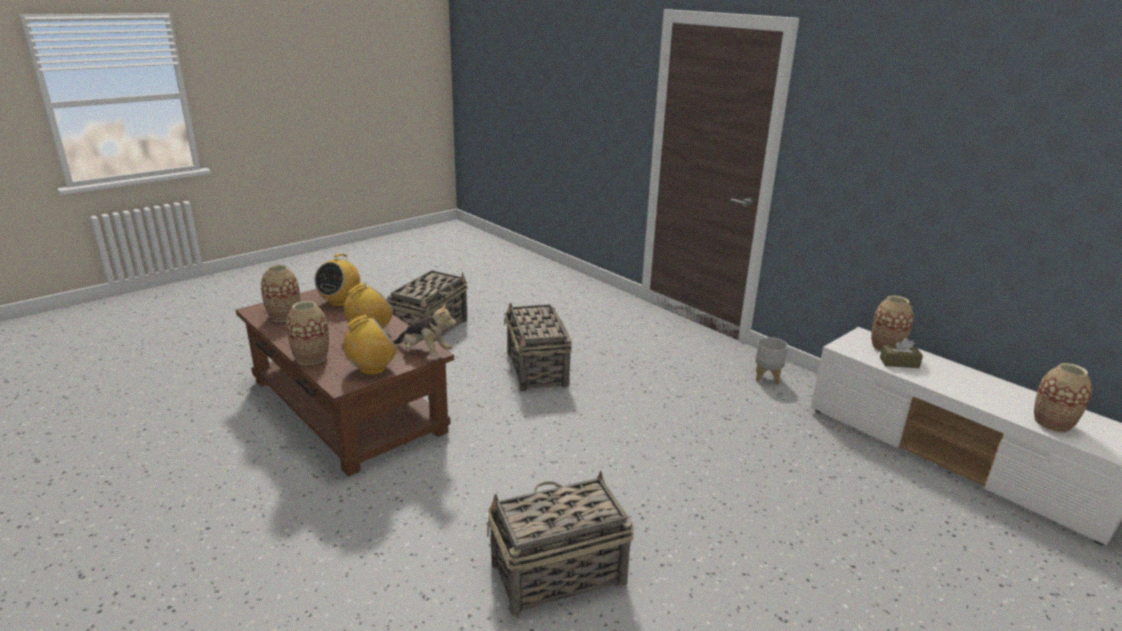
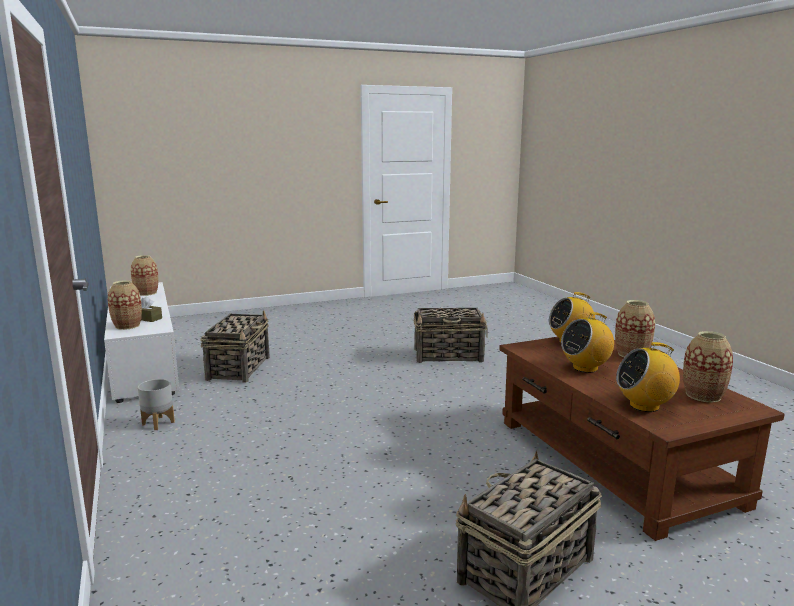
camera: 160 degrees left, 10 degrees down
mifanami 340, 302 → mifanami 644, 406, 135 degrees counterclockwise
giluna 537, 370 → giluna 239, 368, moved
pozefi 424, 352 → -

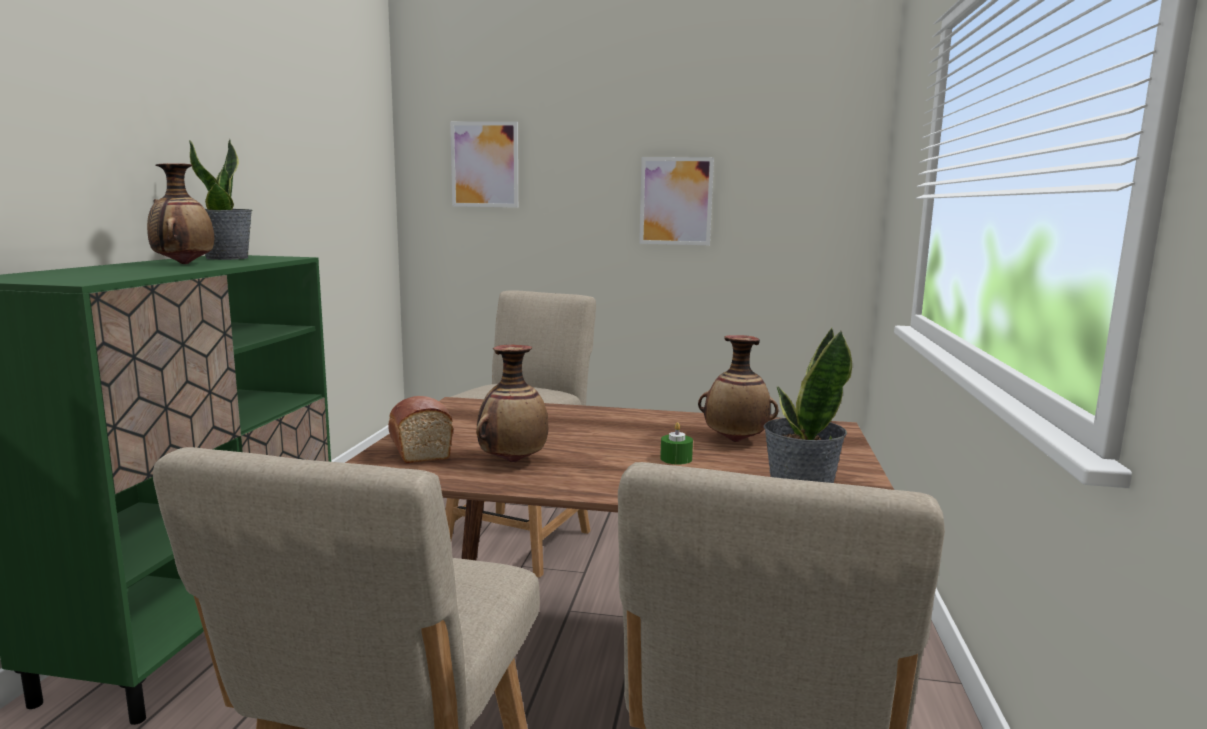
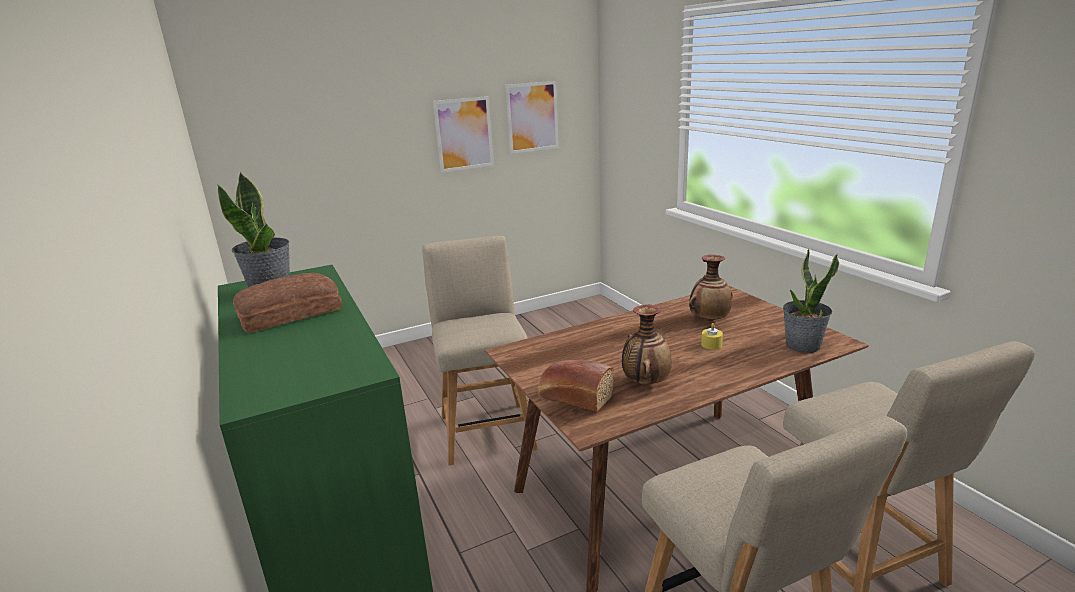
camera: 35 degrees left, 10 degrees up
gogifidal 484, 164 → gogifidal 532, 117, moved
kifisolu 183, 264 → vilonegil 289, 313
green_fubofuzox 676, 459 → yellow_fubofuzox 711, 344

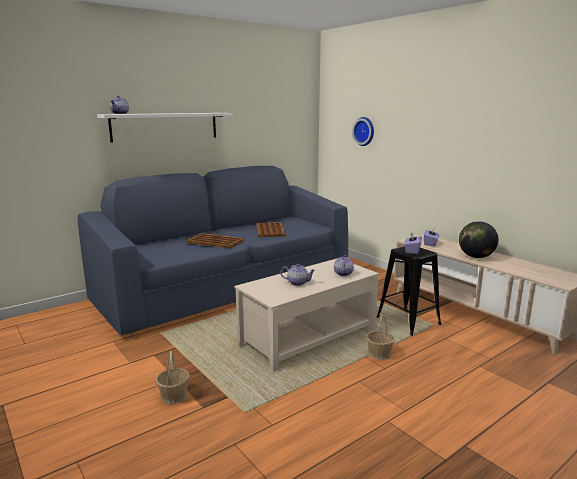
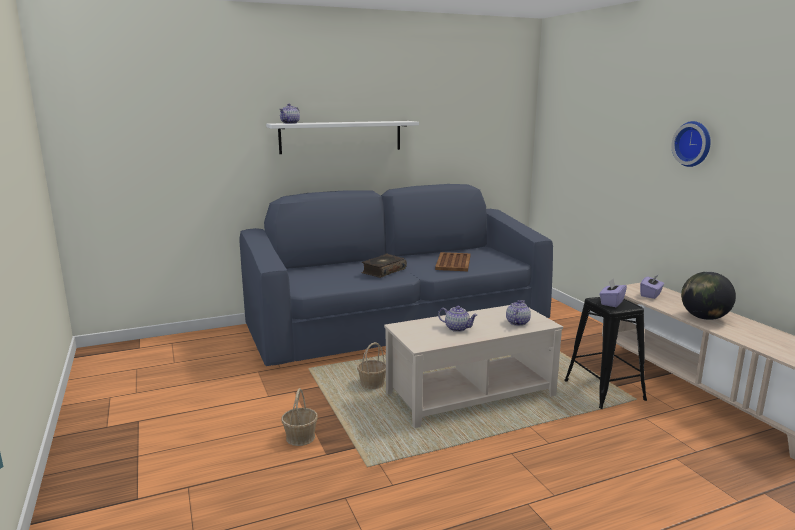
camera: 15 degrees right, 0 degrees up
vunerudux 365, 131 → vunerudux 694, 144, moved
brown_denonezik 215, 241 → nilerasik 383, 271
giluna 379, 354 → giluna 372, 384, moved

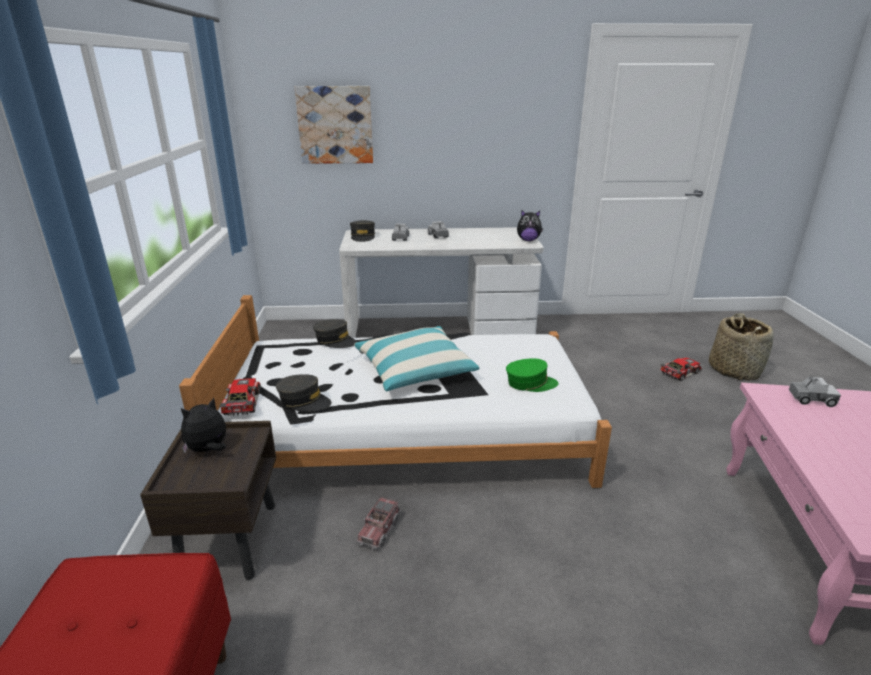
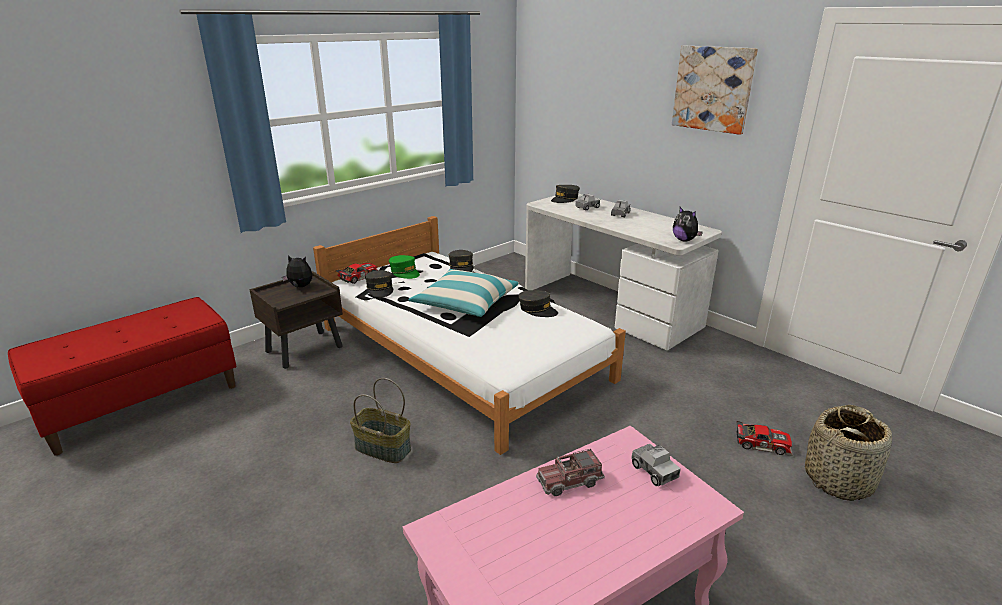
camera: 50 degrees right, 0 degrees up
gogifidal 335, 125 → gogifidal 713, 89, moved
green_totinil 530, 383 → green_totinil 404, 272, moved
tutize 379, 530 → tutize 569, 481, moved
- → grey_totinil 537, 310
- → giluna 382, 449

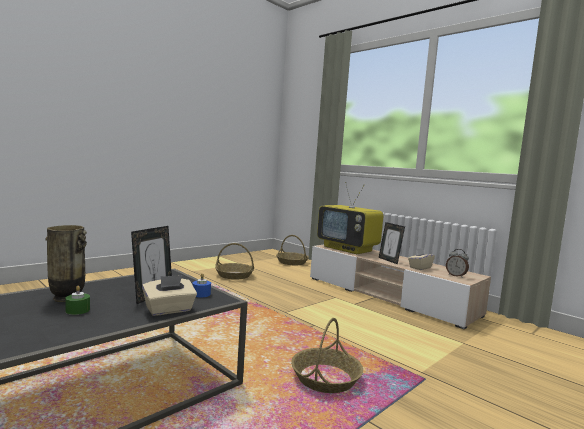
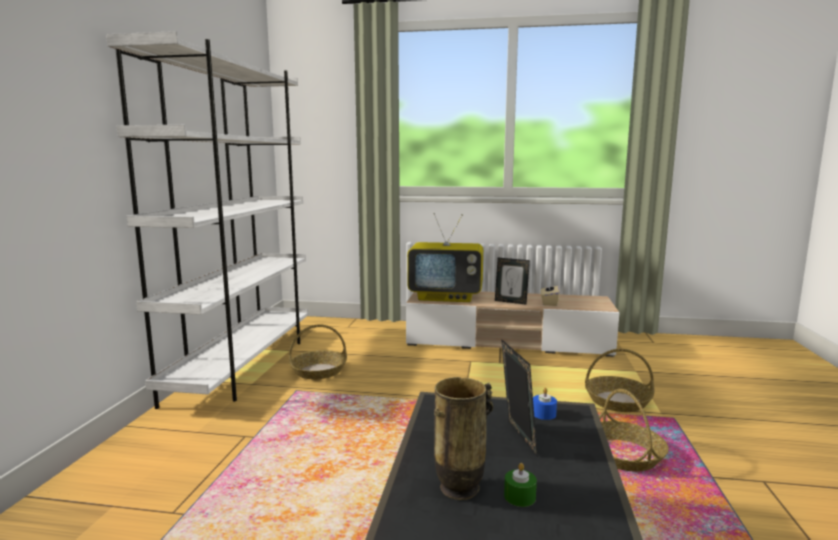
camera: 35 degrees left, 5 degrees up
giluna 291, 262 → giluna 617, 401, moved
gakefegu 456, 276 → -
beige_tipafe 169, 310 → -
- → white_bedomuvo 243, 366

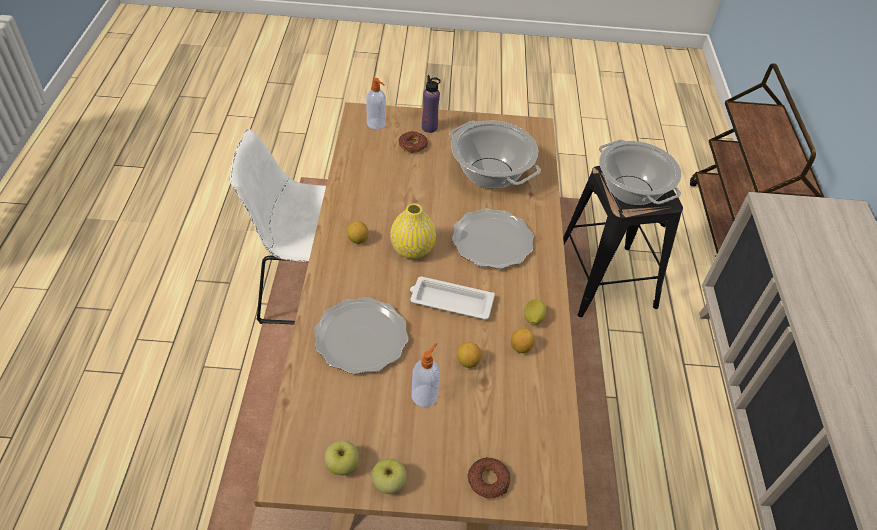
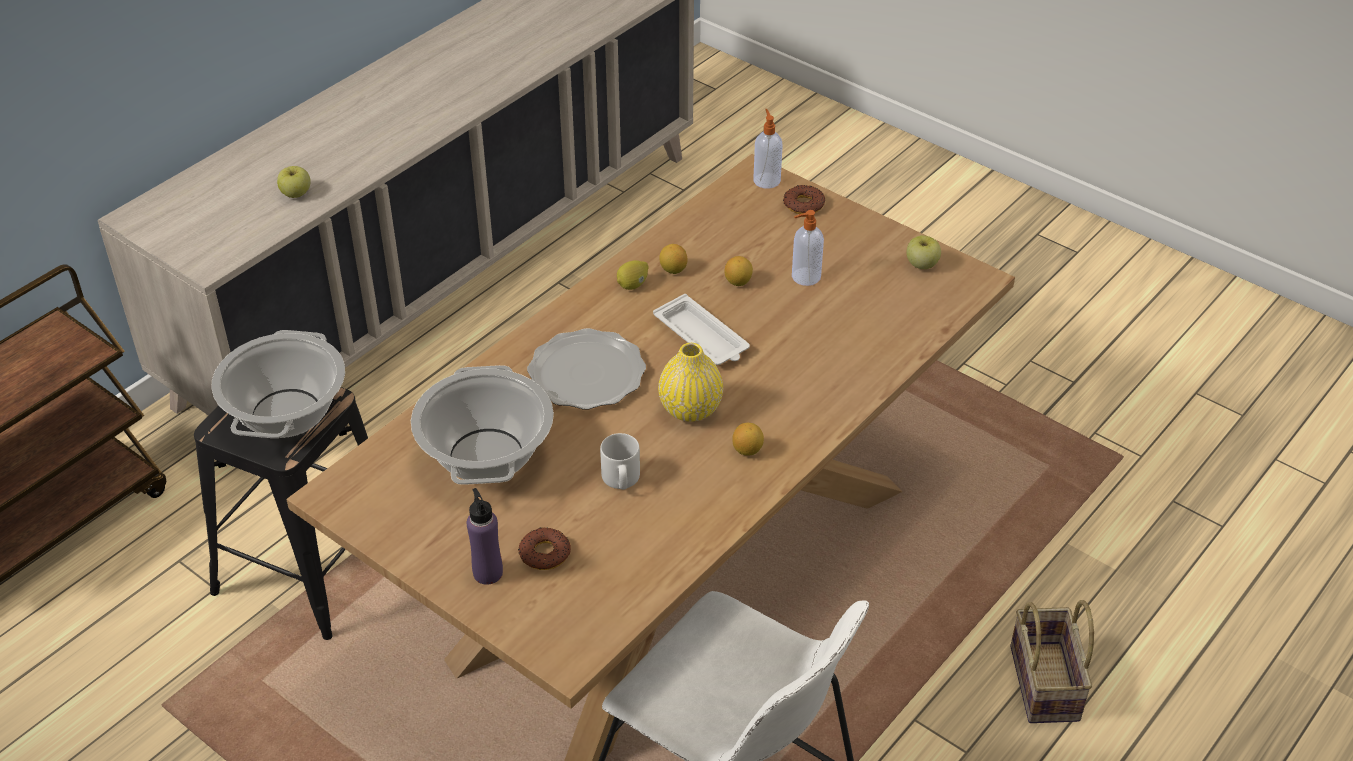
camera: 140 degrees left, 5 degrees down
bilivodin 377, 124 → bilivodin 766, 180, moved
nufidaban 361, 338 → -
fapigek 389, 483 → fapigek 296, 194, moved
- → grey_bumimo 621, 480
- → giluna 1047, 685

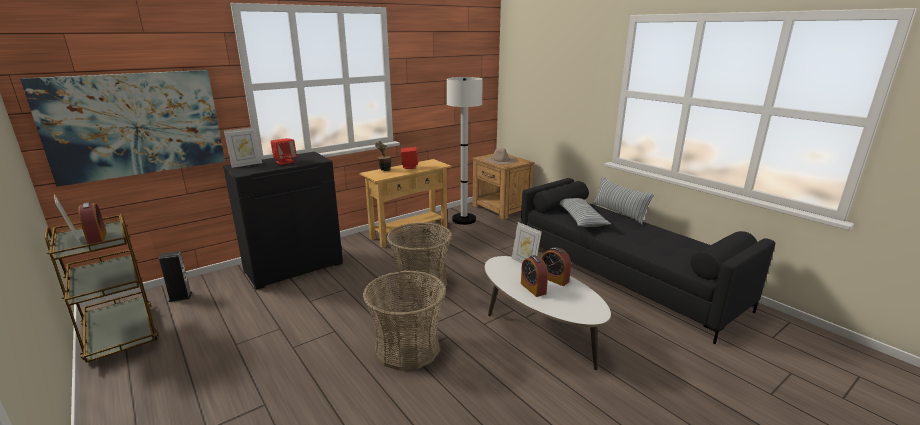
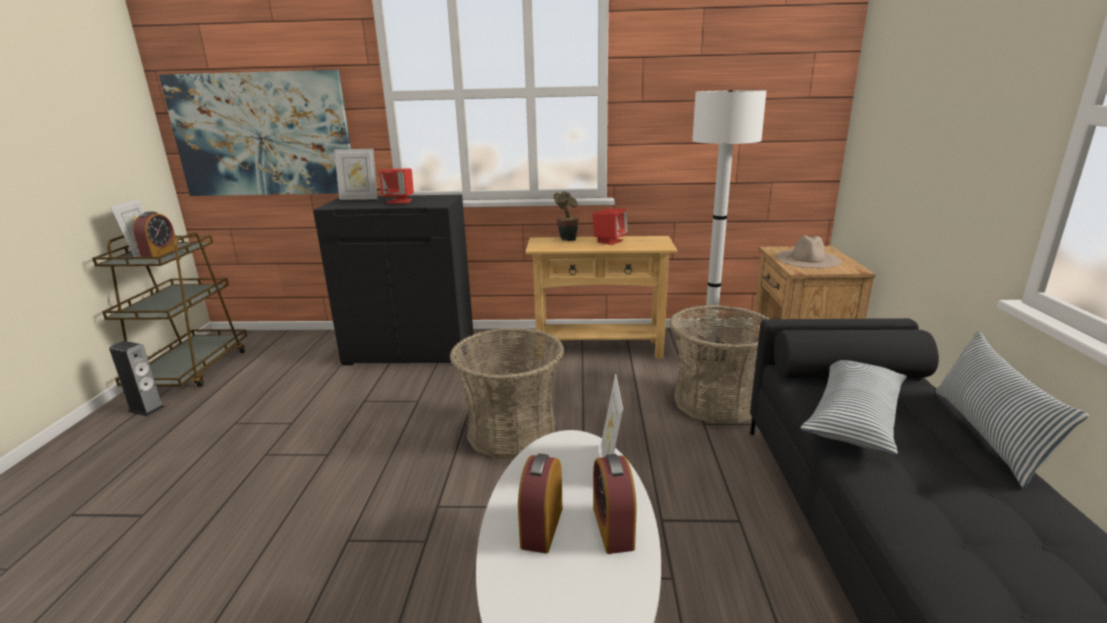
camera: 40 degrees right, 0 degrees up
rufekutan 180, 297 → rufekutan 146, 409, moved
giluna 407, 348 → giluna 715, 402, moved

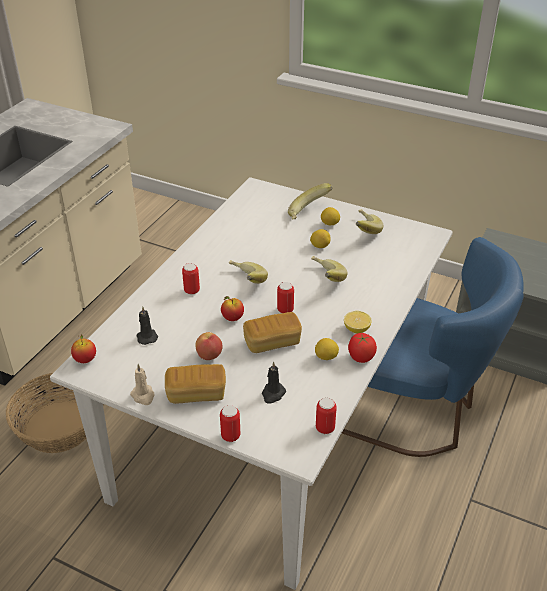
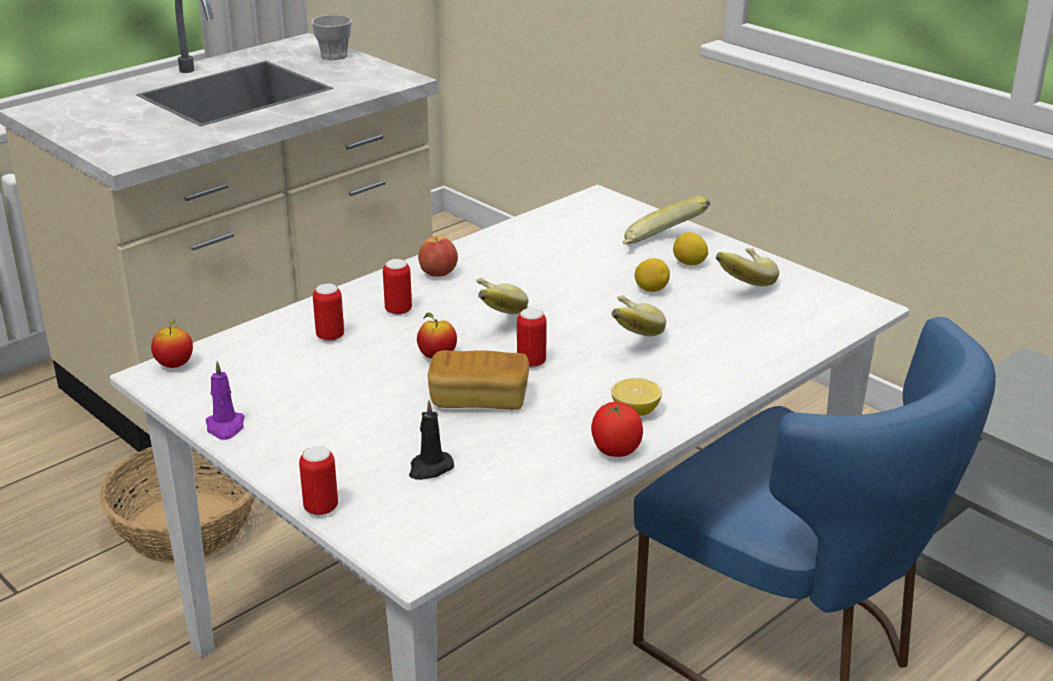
camera: 20 degrees right, 10 degrees down
black_fubofuzox 146, 337 → -
fapigek 209, 355 → fapigek 438, 274, moved
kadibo 326, 357 → -
beige_fubofuzox 143, 396 → purple_fubofuzox 225, 427
vilonegil 196, 393 → -
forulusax 325, 428 → forulusax 330, 336, moved
- → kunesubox 334, 55

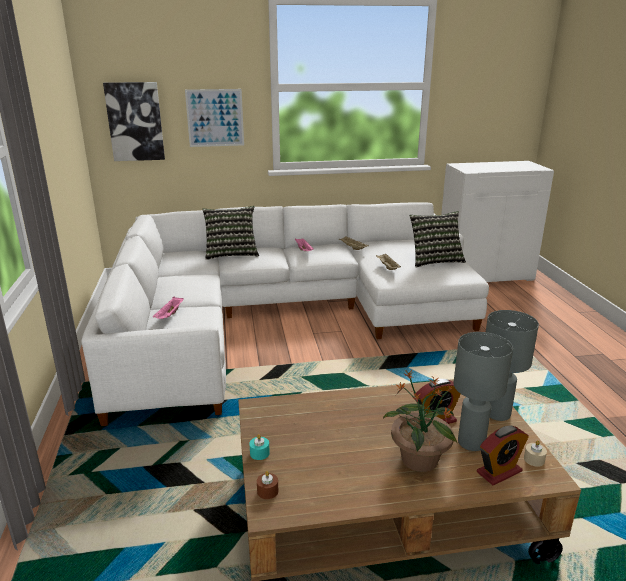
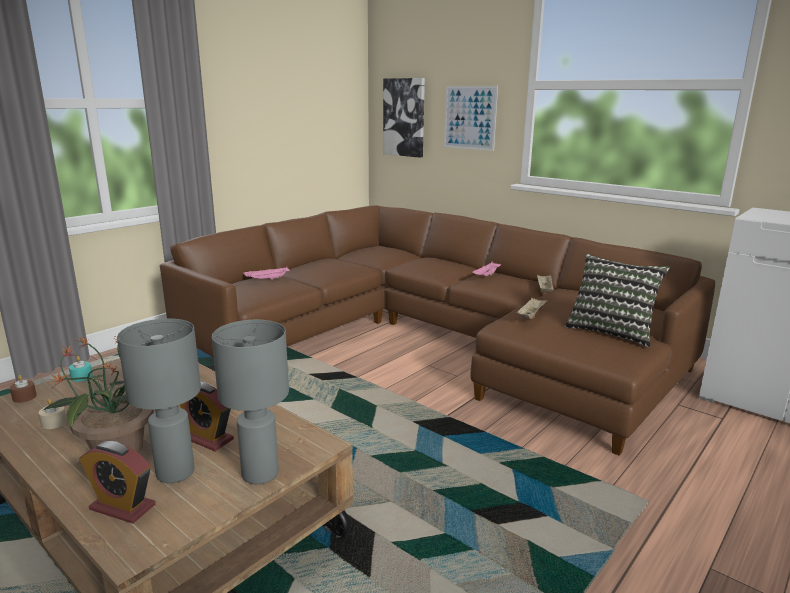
camera: 50 degrees right, 5 degrees down
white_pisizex 281, 316 → brown_pisizex 433, 340
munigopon 231, 253 → -
beige_fubofuzox 534, 459 → beige_fubofuzox 54, 423, moved

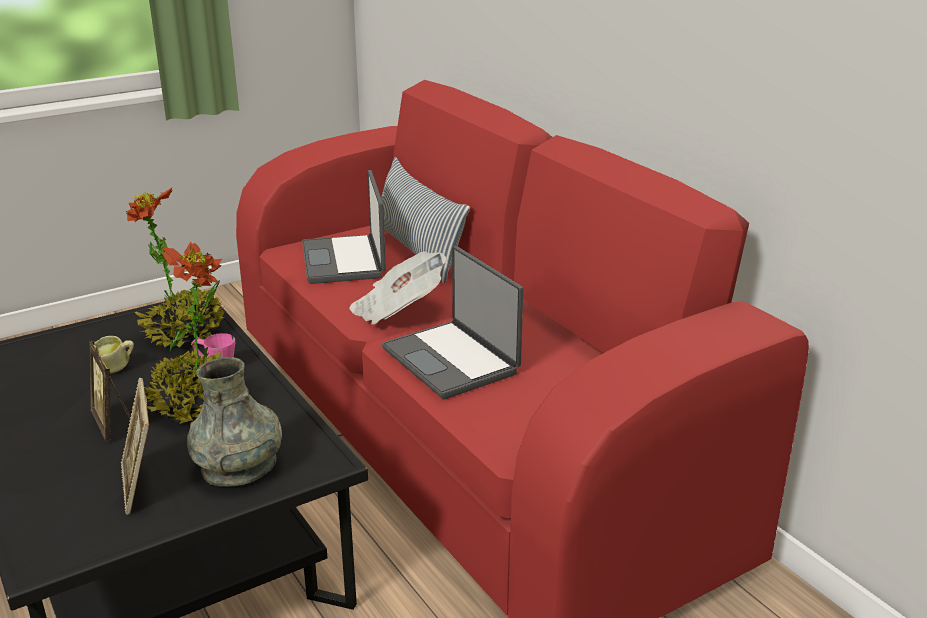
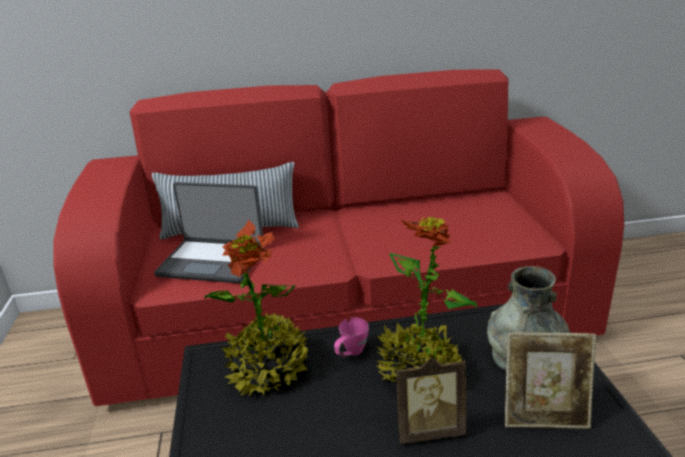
camera: 65 degrees left, 0 degrees up
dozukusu 452, 360 → -
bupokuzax 398, 310 → -
bumimo 116, 369 → -

